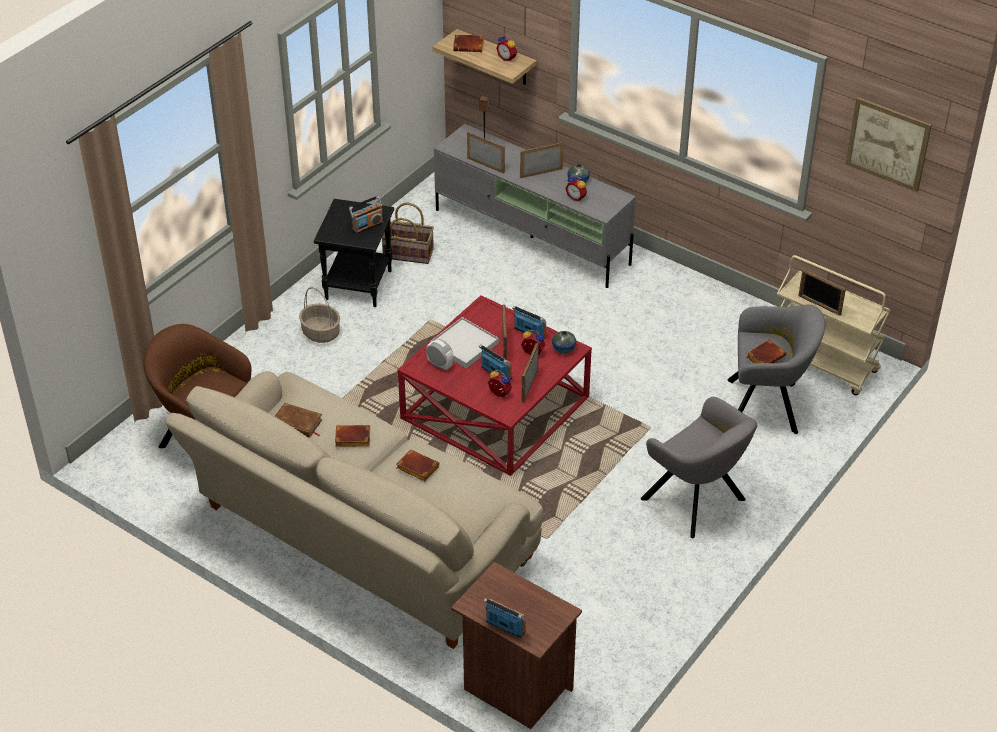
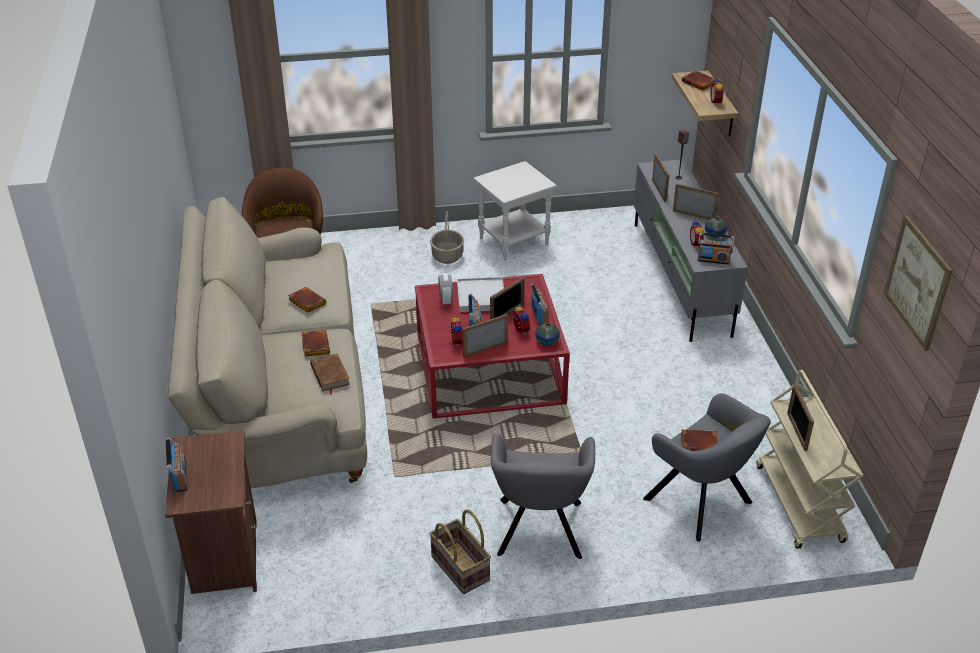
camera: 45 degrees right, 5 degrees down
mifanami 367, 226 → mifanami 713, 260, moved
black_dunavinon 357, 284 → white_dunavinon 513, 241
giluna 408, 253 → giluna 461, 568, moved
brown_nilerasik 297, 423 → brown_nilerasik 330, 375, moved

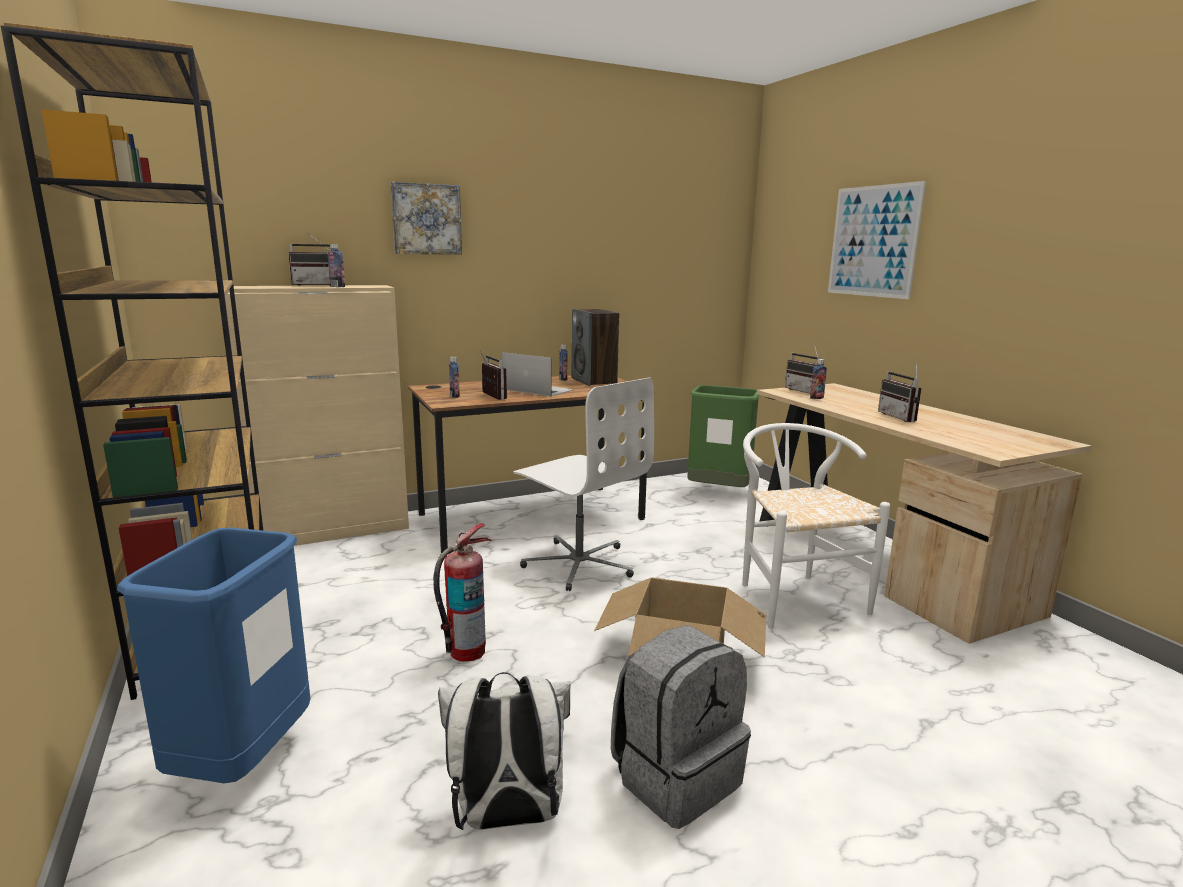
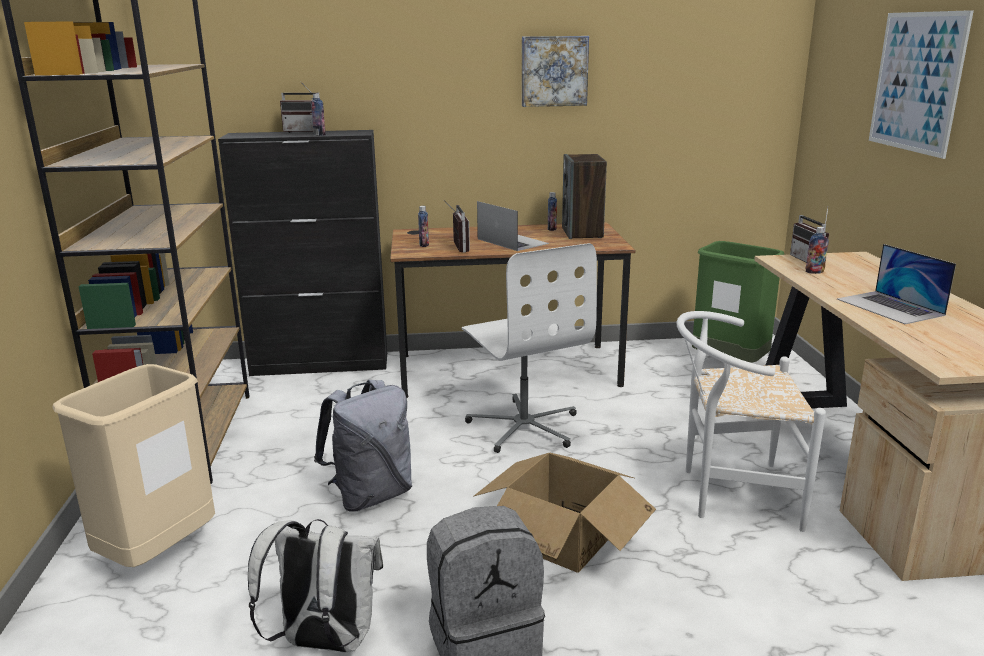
camera: 20 degrees right, 5 degrees up
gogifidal 426, 219 → gogifidal 554, 71, moved
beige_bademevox 334, 531 → black_bademevox 321, 364
mifanami 901, 417 → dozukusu 890, 307
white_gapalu 793, 596 → white_gapalu 730, 493, 90 degrees counterclockwise
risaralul 466, 651 → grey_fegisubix 371, 495
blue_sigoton 243, 762 → beige_sigoton 158, 554

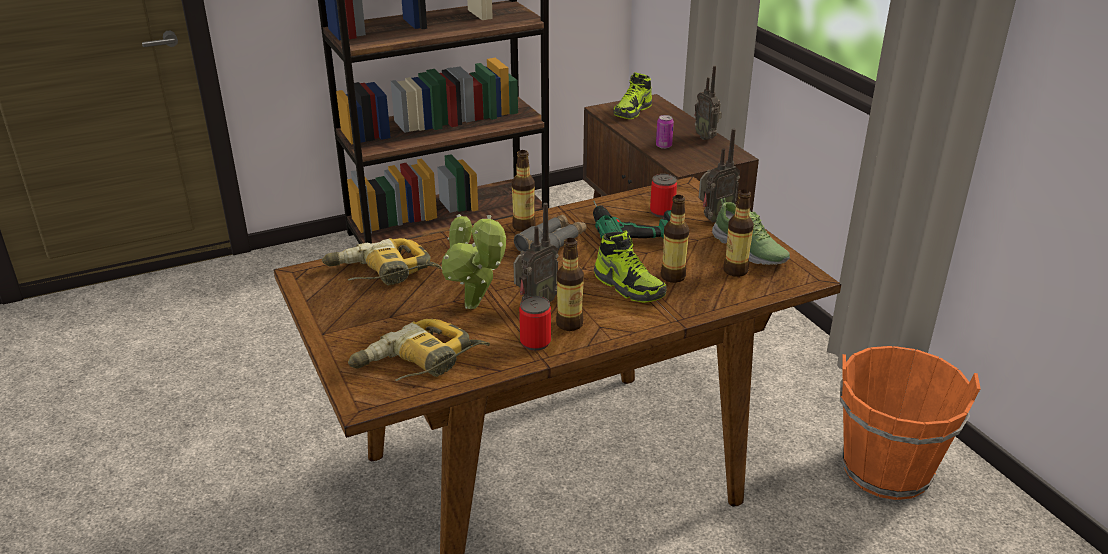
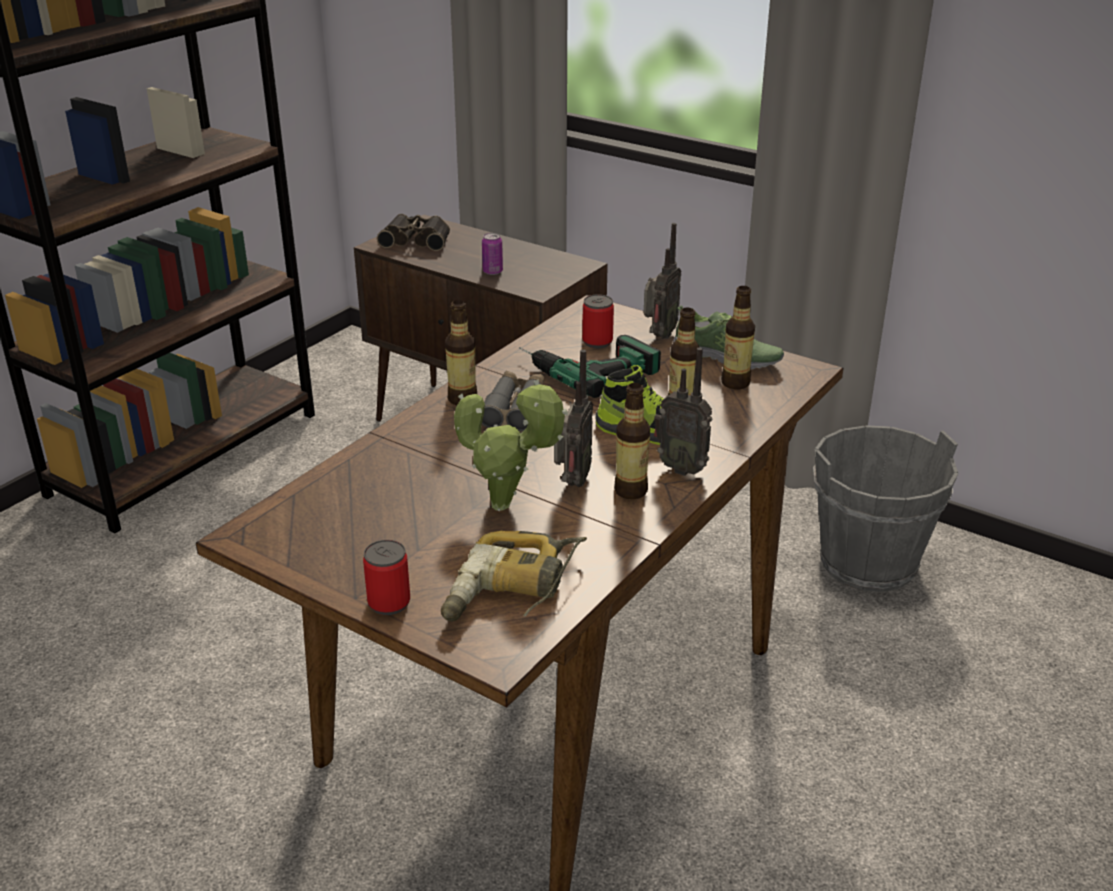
camera: 30 degrees left, 0 degrees up
mifanami 706, 137 → mifanami 682, 468, moved
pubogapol 632, 111 → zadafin 417, 240
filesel 381, 273 → -
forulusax 535, 342 → forulusax 389, 603, moved
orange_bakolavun 885, 470 → grey_bakolavun 868, 564

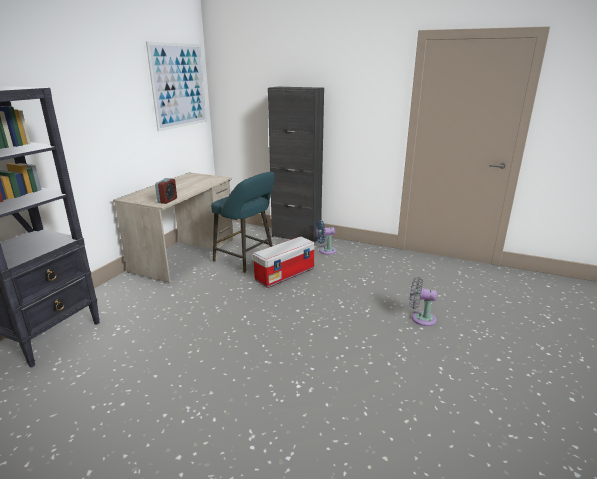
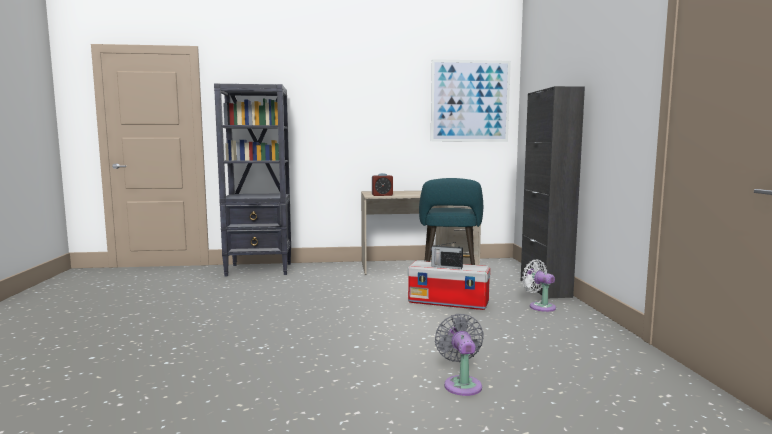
camera: 60 degrees right, 15 degrees down
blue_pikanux 325, 250 → white_pikanux 540, 306
- → mifanami 446, 267

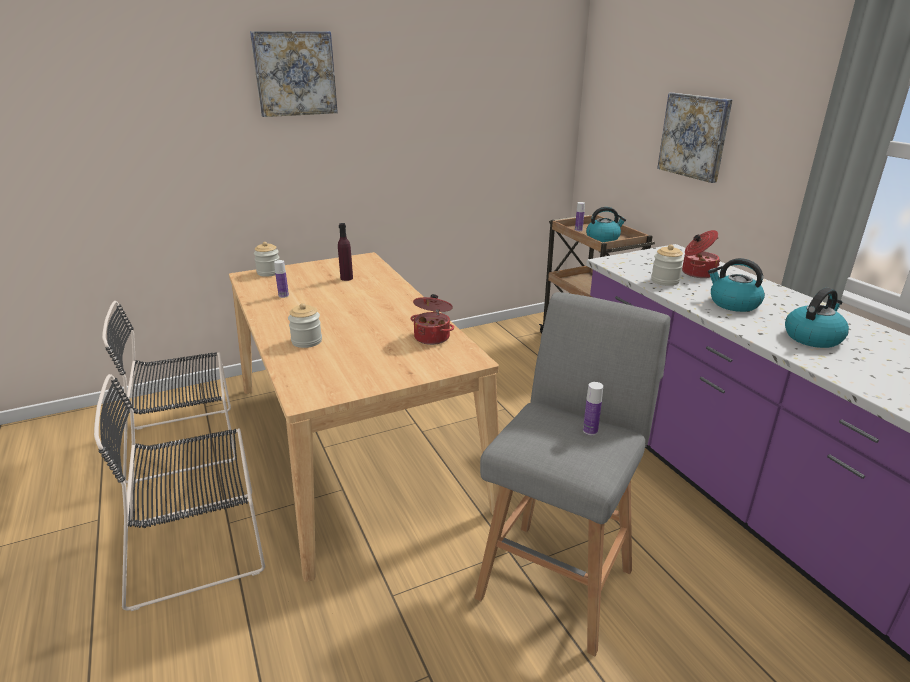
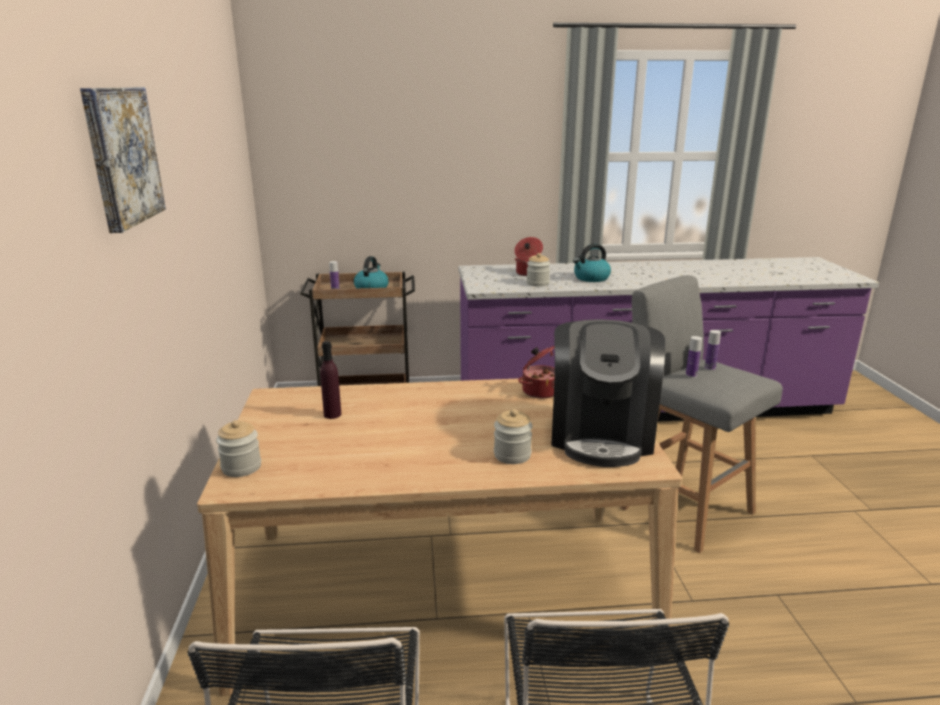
camera: 70 degrees left, 5 degrees down
gogifidal 694, 136 → -
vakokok 283, 295 → vakokok 691, 375, moved
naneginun 813, 337 → -
- → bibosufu 601, 435

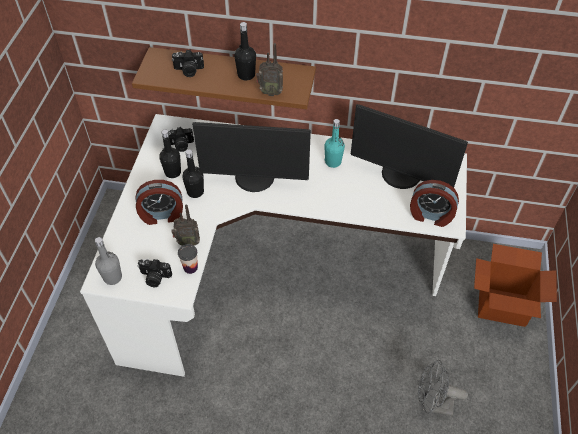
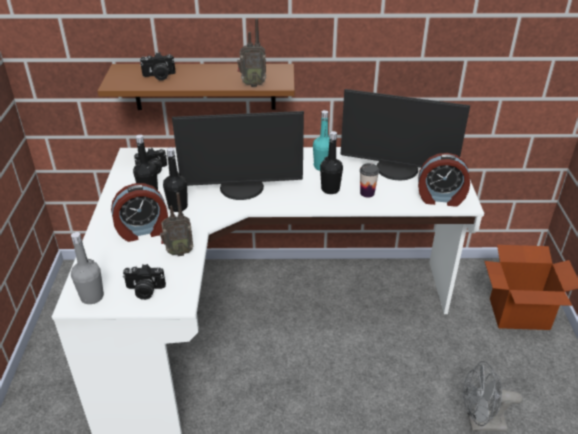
camera: 10 degrees left, 15 degrees down
black_vakokok 246, 75 → black_vakokok 330, 189, moved
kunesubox 190, 267 → kunesubox 367, 193, moved

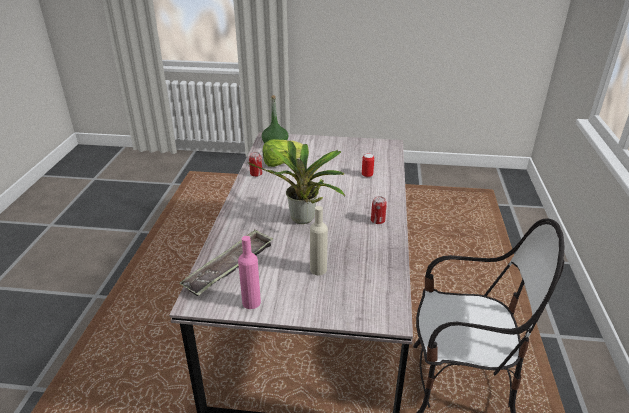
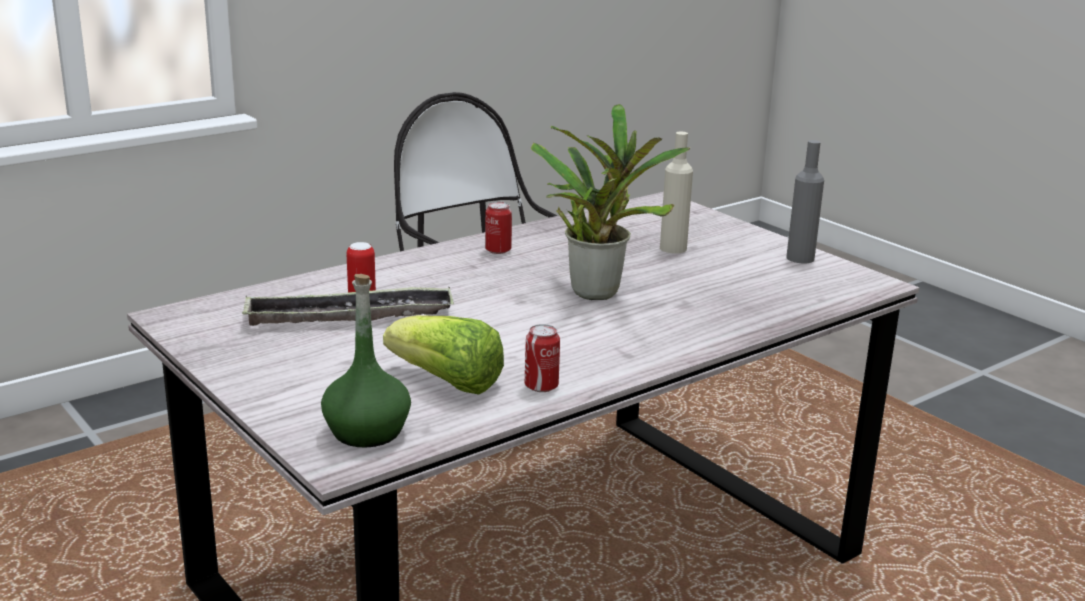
camera: 135 degrees left, 10 degrees down
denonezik 230, 267 → denonezik 349, 316, moved
pink_vakokok 251, 302 → grey_vakokok 800, 258

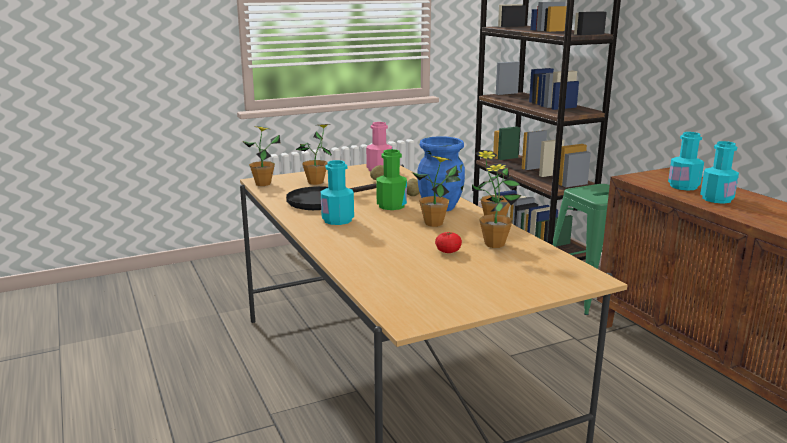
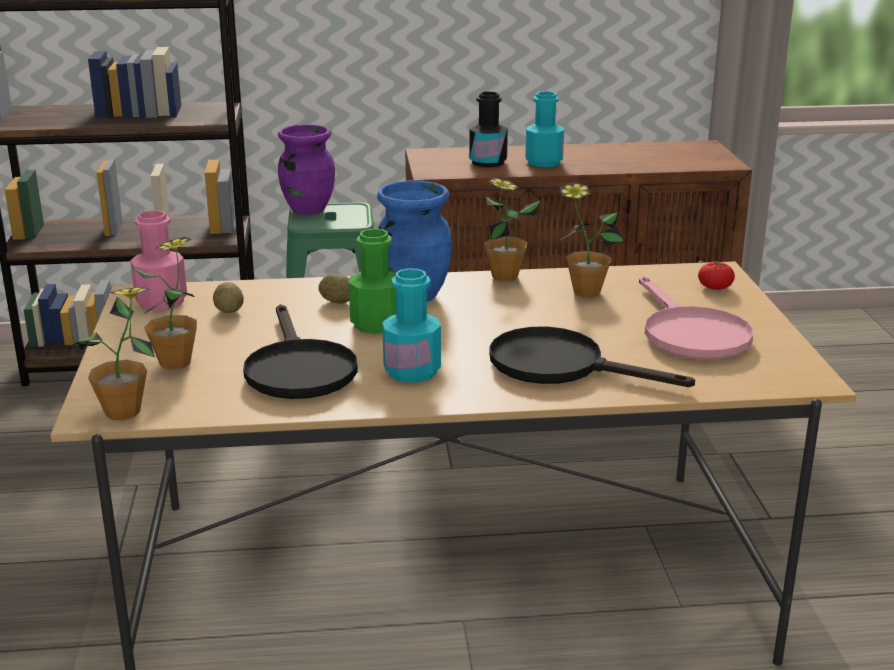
camera: 70 degrees left, 5 degrees up
turquoise_vakokok 683, 186 → black_vakokok 488, 162
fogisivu 434, 223 → -
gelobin 448, 251 → gelobin 715, 287, moved
- → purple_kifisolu 308, 209
- → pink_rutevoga 689, 333
- → black_rutevoga 561, 366

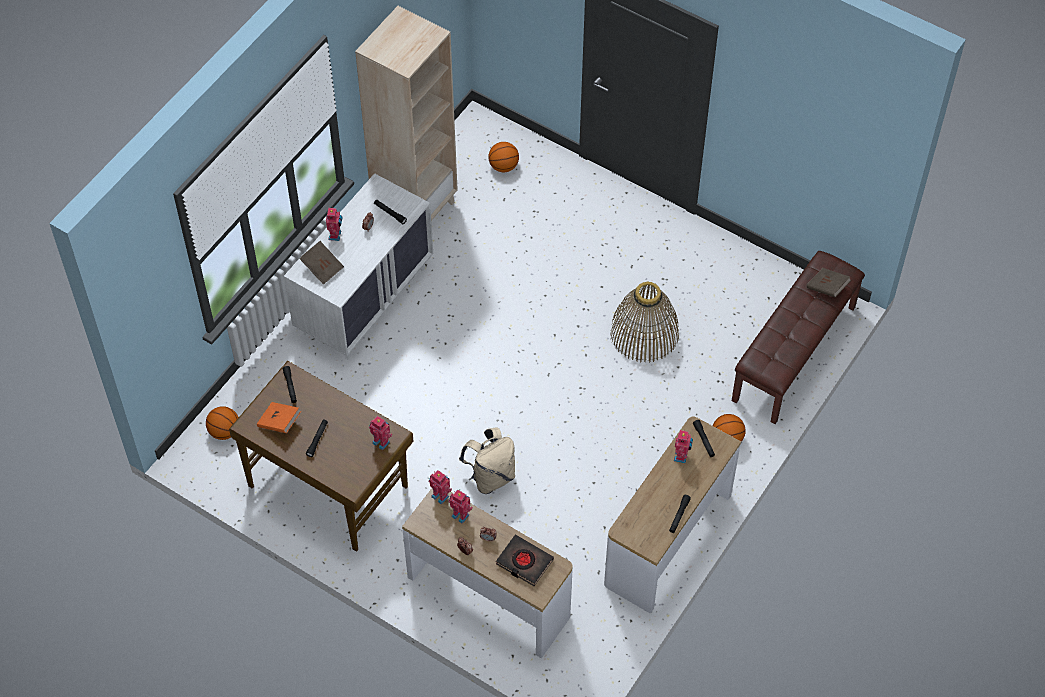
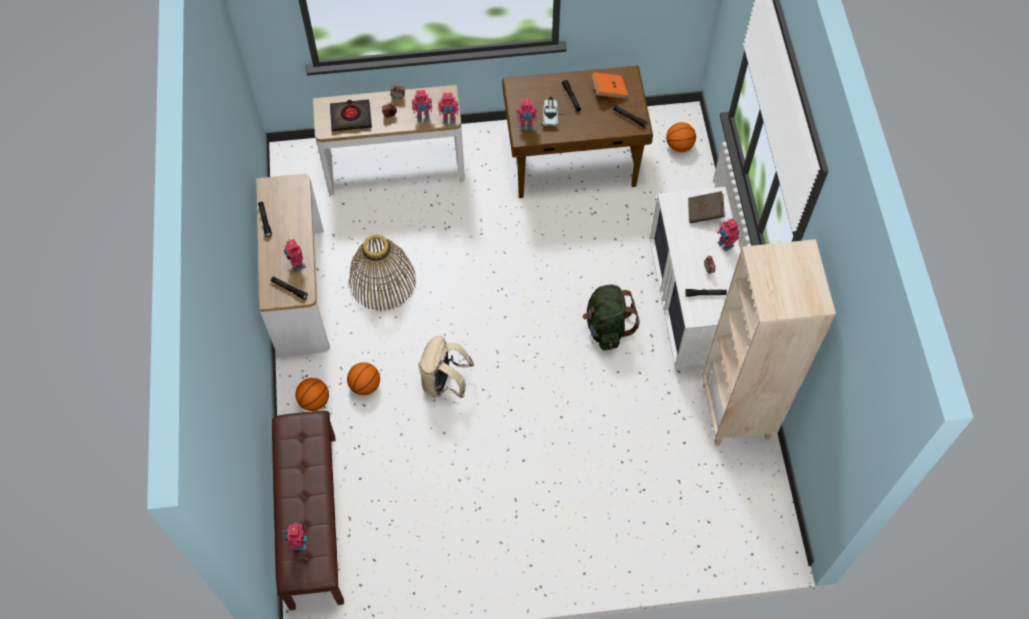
camera: 140 degrees right, 5 degrees up
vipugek 503, 166 → vipugek 365, 385, moved
brown_nilerasik 827, 288 → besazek 299, 543
giluna 644, 333 → giluna 382, 281, moved
beige_fegisubix 491, 477 → beige_fegisubix 444, 383, moved
- → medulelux 551, 114
- → green_fegisubix 606, 327

